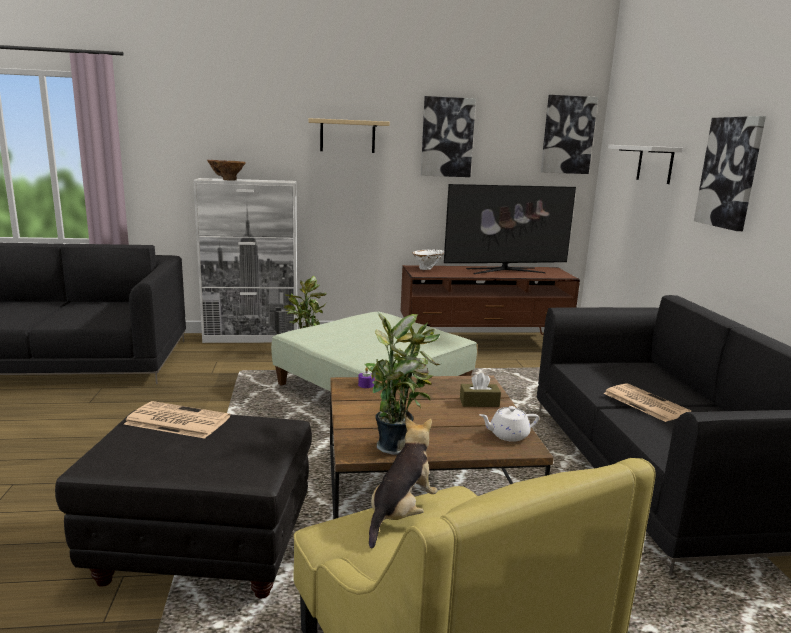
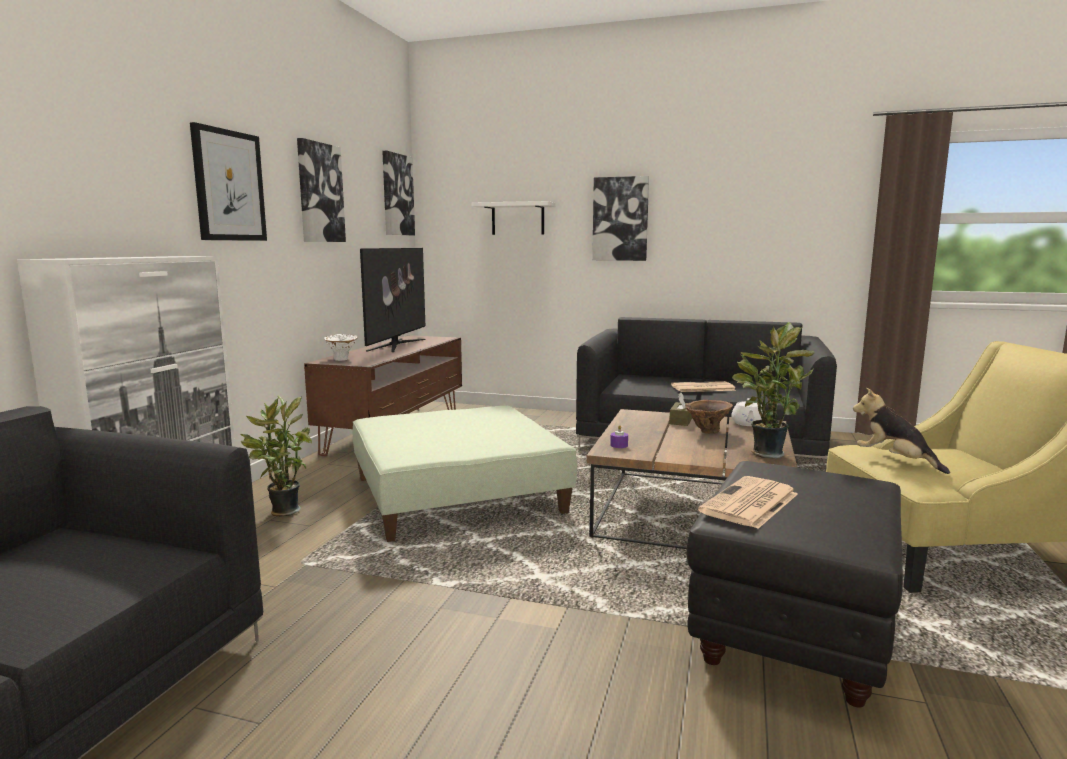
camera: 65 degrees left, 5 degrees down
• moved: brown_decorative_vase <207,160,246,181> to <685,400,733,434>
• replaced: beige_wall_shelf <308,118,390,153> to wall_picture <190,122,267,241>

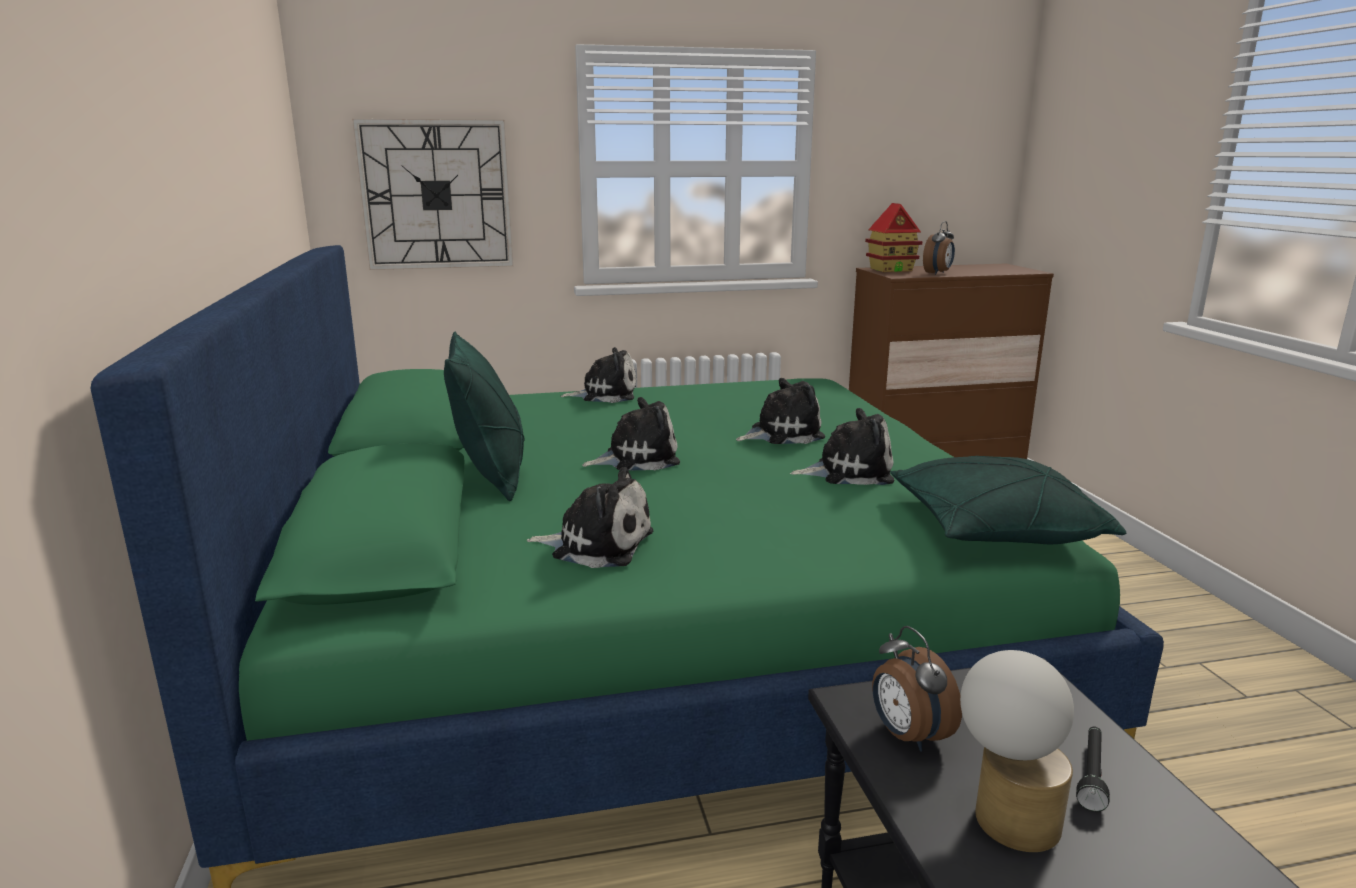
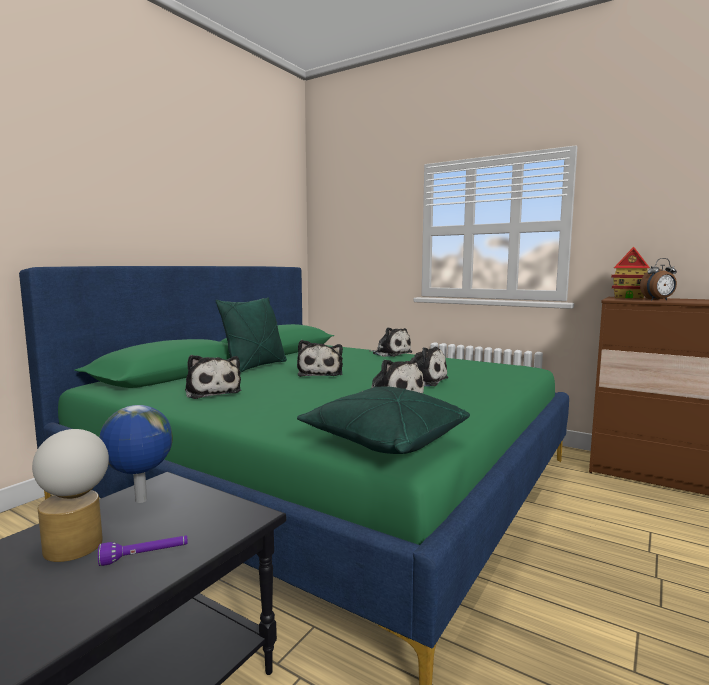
camera: 45 degrees right, 10 degrees down
• removed: hanging_clock <352,119,513,270>
• turned: cuddly_toy <582,397,680,471> = <297,340,343,377> 60 degrees clockwise
• replaced: bedside_clock <872,626,962,752> to desk_globe <99,405,173,503>
• recoloured: black_flashlight <1076,726,1110,812> to purplish_flashlight <98,536,188,566>

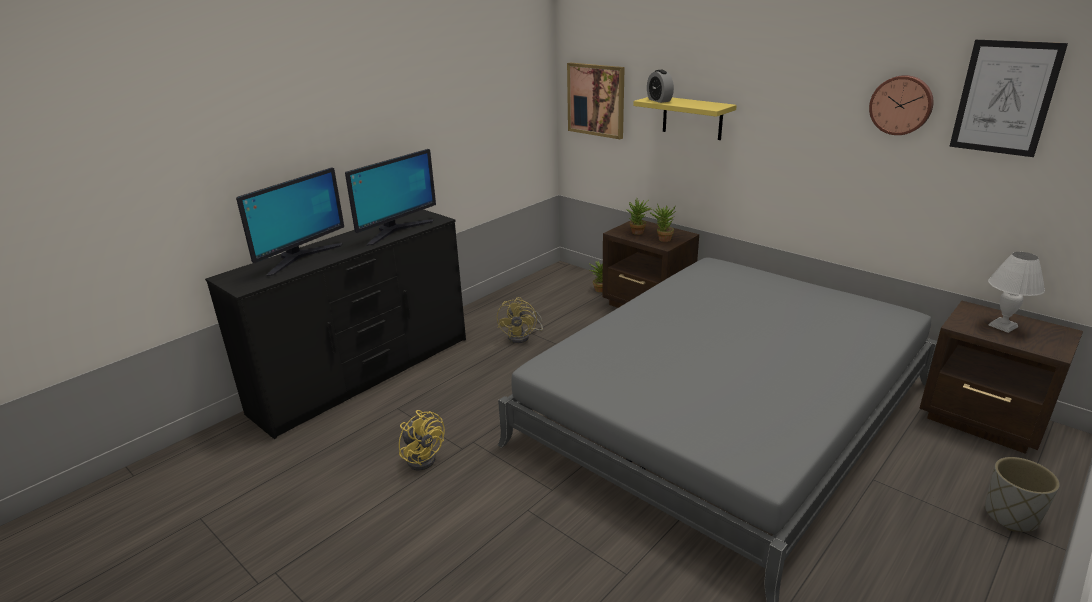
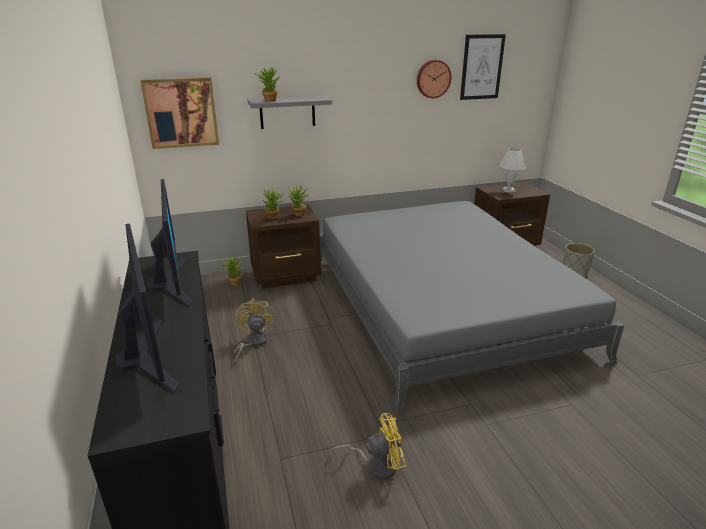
camera: 60 degrees left, 0 degrees up
• turned: yellow-coloured_electric_fan <497,297,543,343> = <234,298,275,363> 135 degrees counterclockwise
• recoloured: yellow-coloured_wall_shelf <633,97,737,140> to gray_wall_shelf <247,96,332,129>
• replaced: bedside_clock <647,70,674,103> to potted_plant <254,67,280,102>

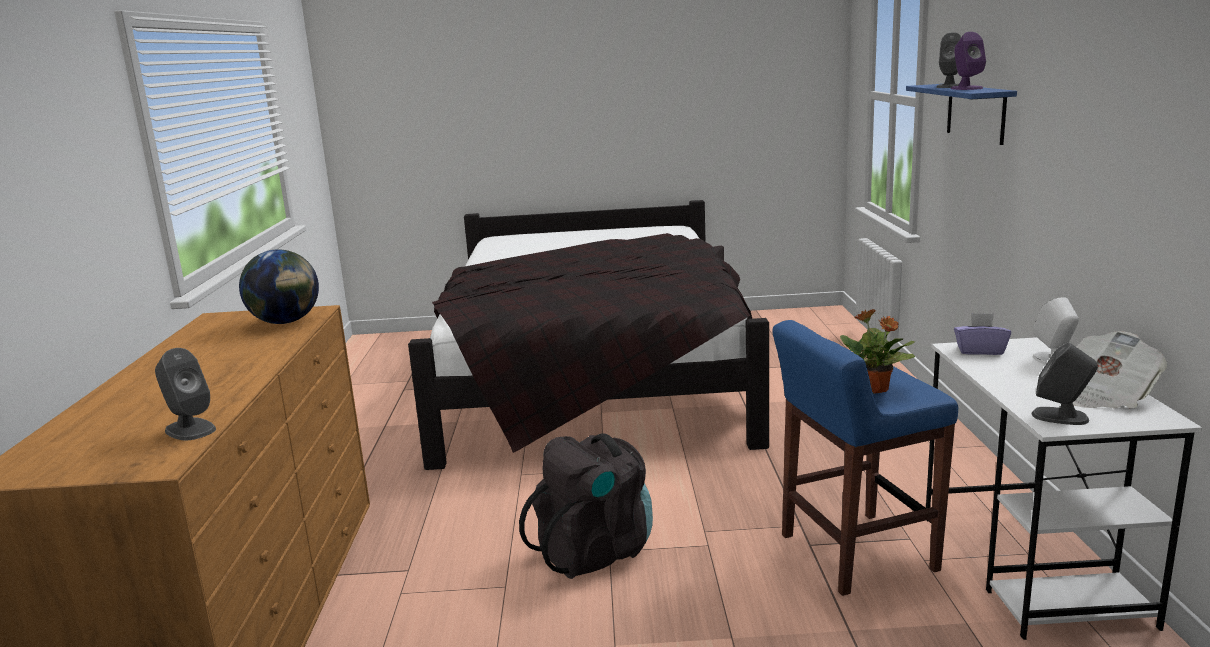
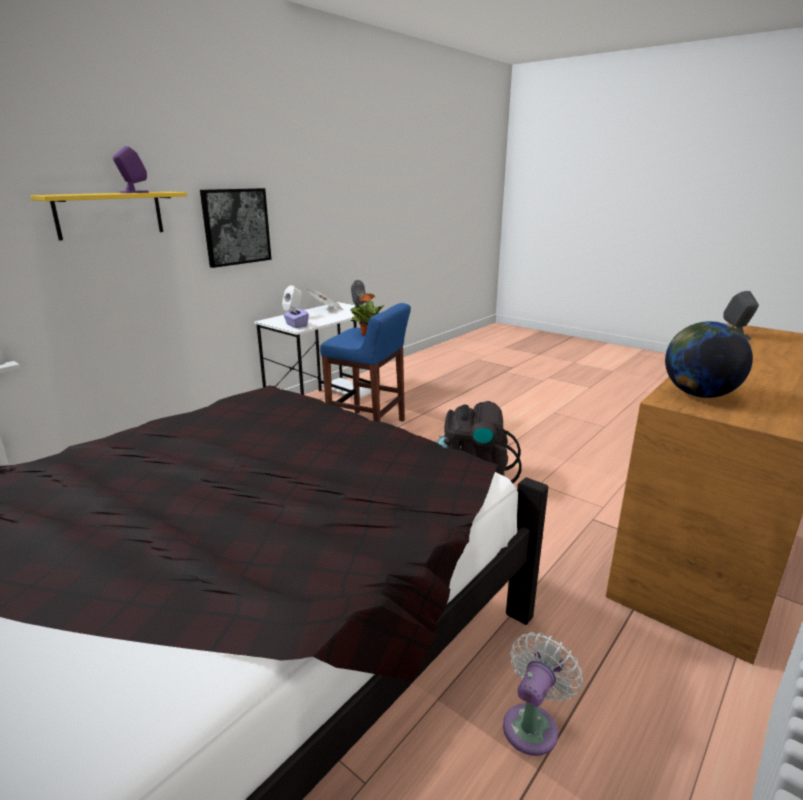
camera: 140 degrees left, 5 degrees up
• recoloured: blue-coloured_wall_shelf <906,84,1017,145> to yellow-coloured_wall_shelf <30,192,187,241>
• removed: gray_speaker <936,32,961,88>
• added: wall_picture <200,188,272,268>
• added: whitish_electric_fan <503,632,583,756>

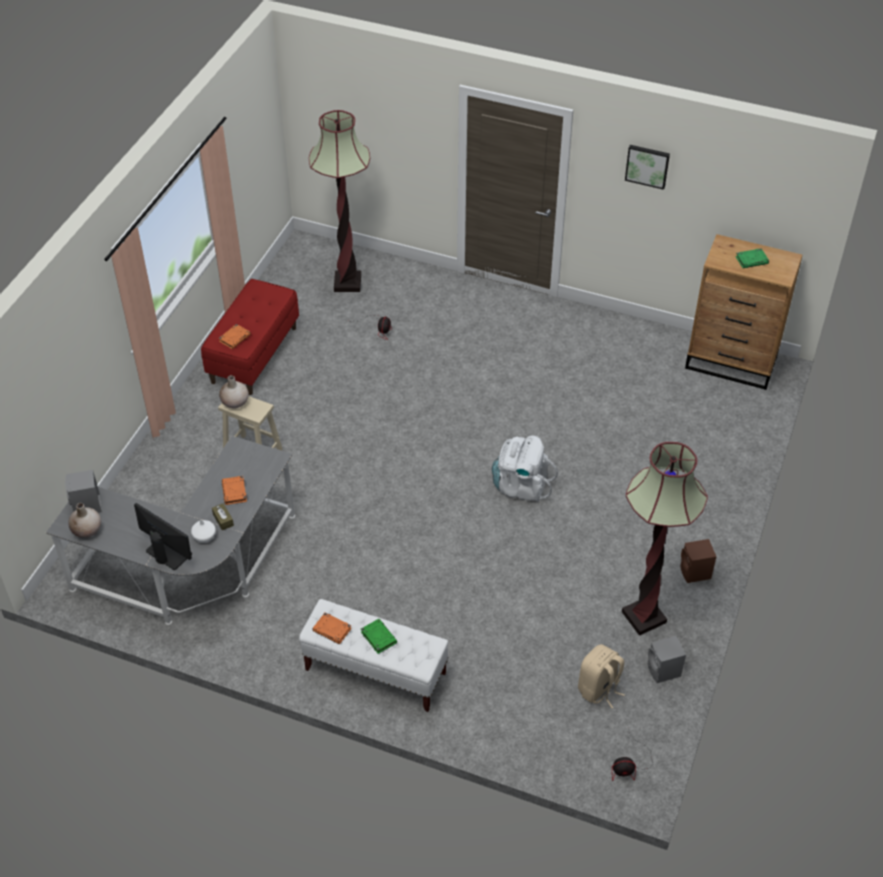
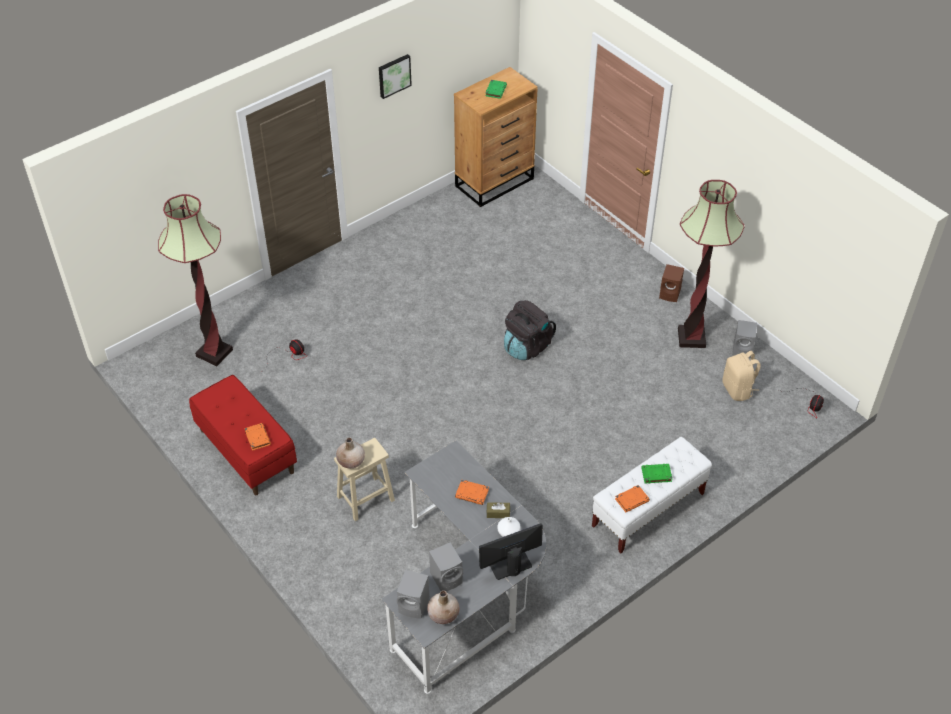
camera: 60 degrees left, 0 degrees up
• recoloured: whitish_knapsack <492,436,558,502> to black_knapsack <504,300,556,360>
• added: gray_speaker <429,543,463,591>

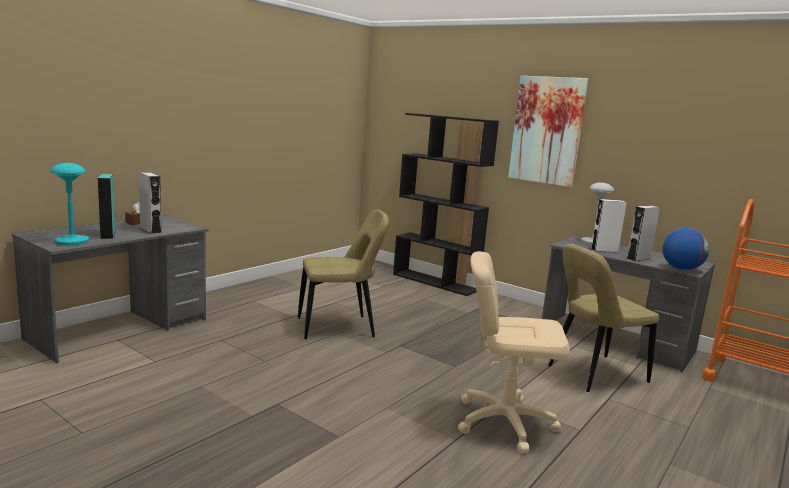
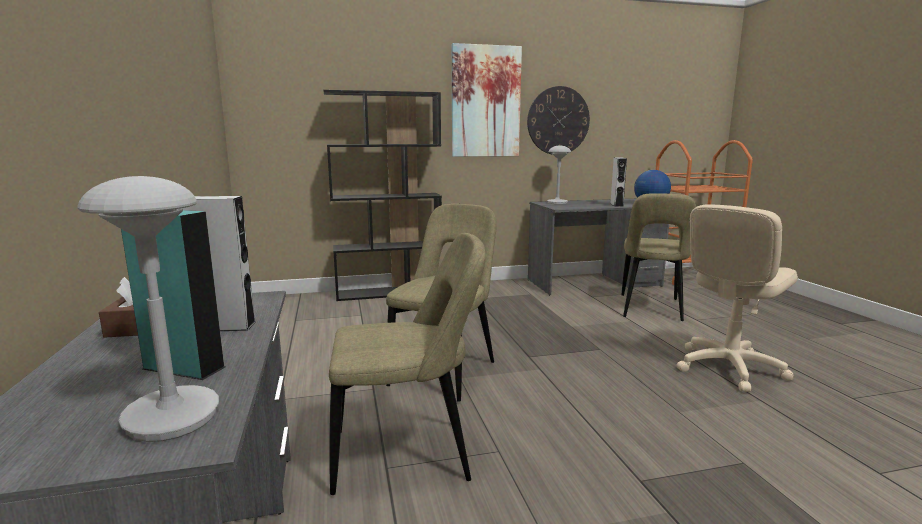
camera: 50 degrees left, 0 degrees up
• recoloured: turquoise-coloured_table_lamp <50,163,89,245> to gray_table_lamp <77,176,219,442>
• removed: whitish_speaker <592,199,627,253>
• added: beige_upright_chair <329,233,486,495>
• added: hanging_clock <527,86,590,155>

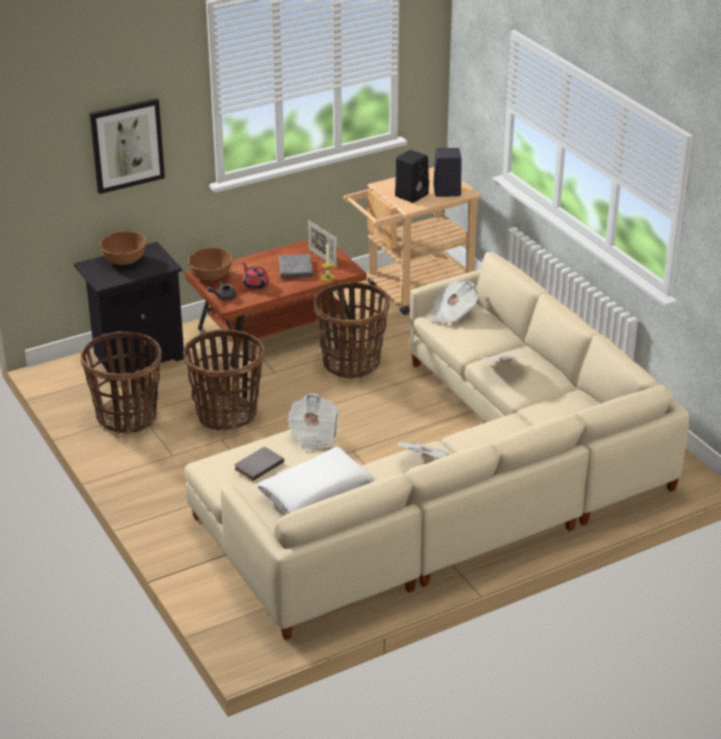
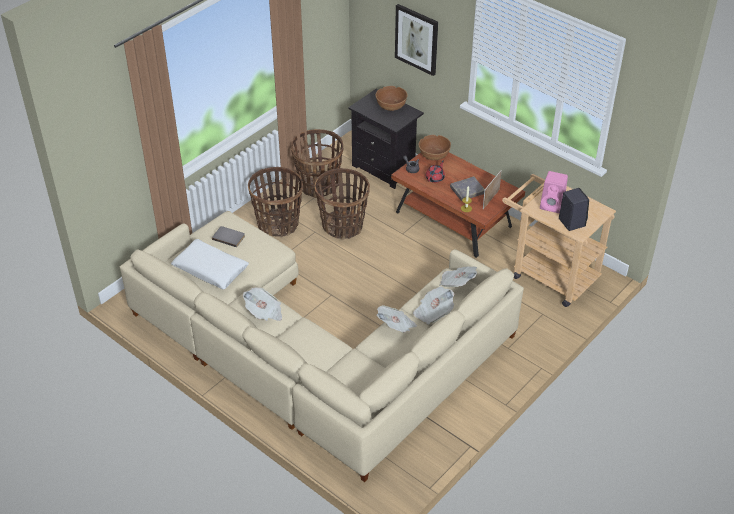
camera: 70 degrees right, 10 degrees up
• moved: daily_paper <287,393,340,451> to <413,286,454,325>
• moved: household_basket <314,282,390,379> to <248,167,303,237>
• recoloured: black_speaker <395,150,429,203> to pinkish_speaker <540,171,568,213>

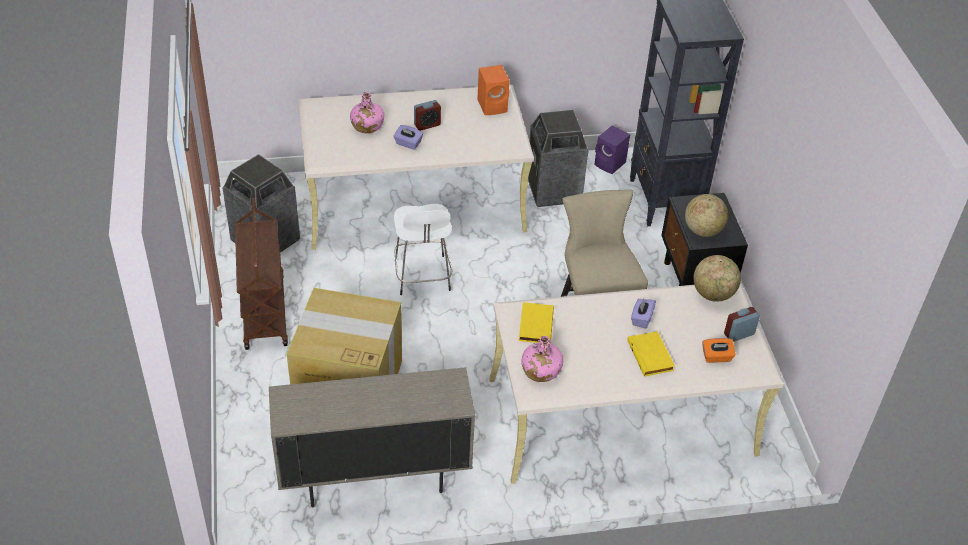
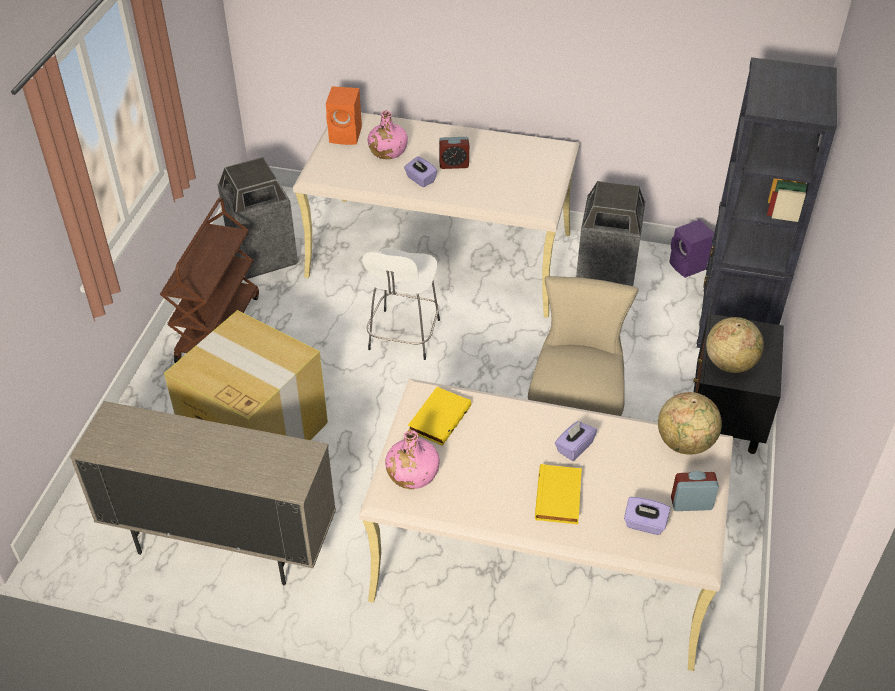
camera: 25 degrees right, 0 degrees up
• moved: orange-coloured_speaker <477,65,510,115> to <326,86,362,145>
• recoloured: orange-coloured_box_of_tissues <702,338,736,363> to purplish_box_of_tissues <624,497,670,535>

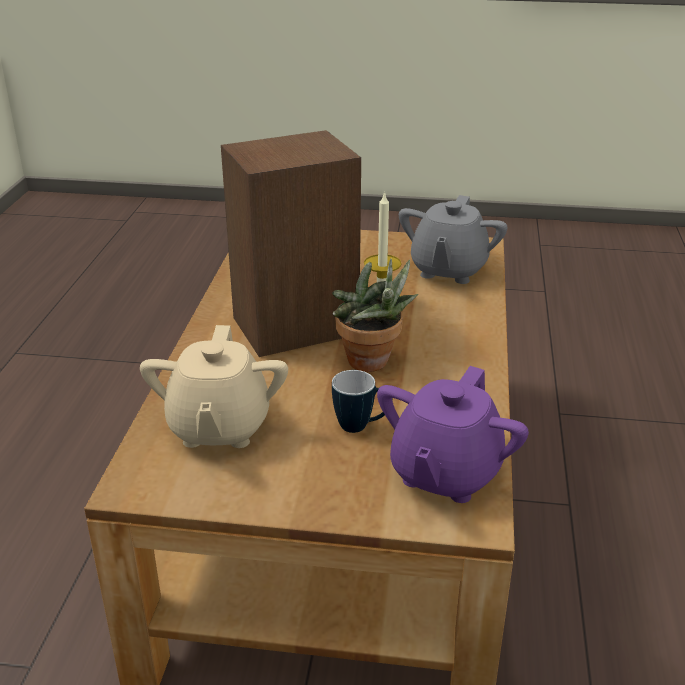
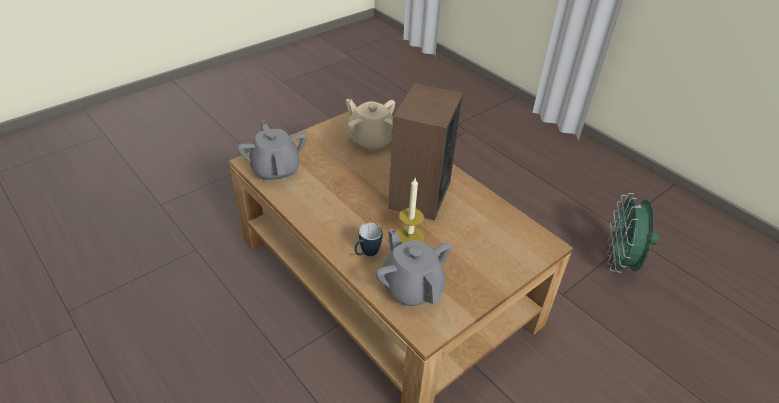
camera: 130 degrees right, 10 degrees up
• removed: potted_plant <332,259,418,372>
• moved: mug <332,370,385,433> to <355,223,383,256>
• recoloured: purplish_tea_pot <377,366,529,503> to gray_tea_pot <237,120,307,182>
• added: greenish_electric_fan <607,193,659,273>

